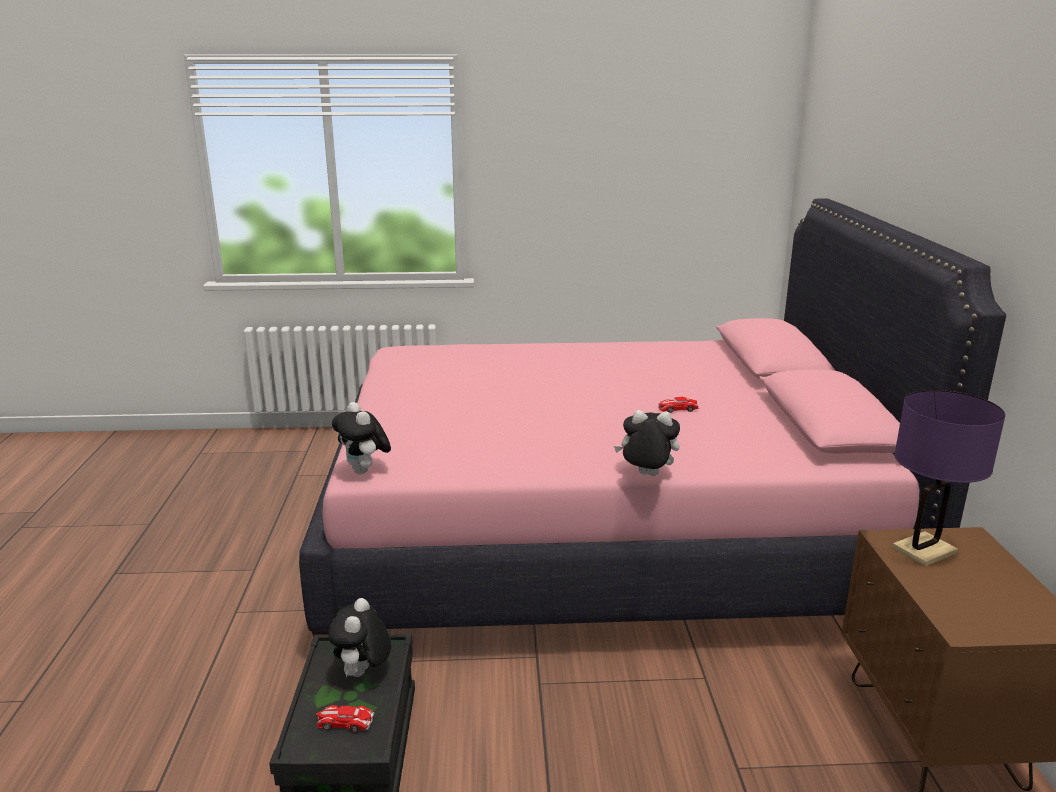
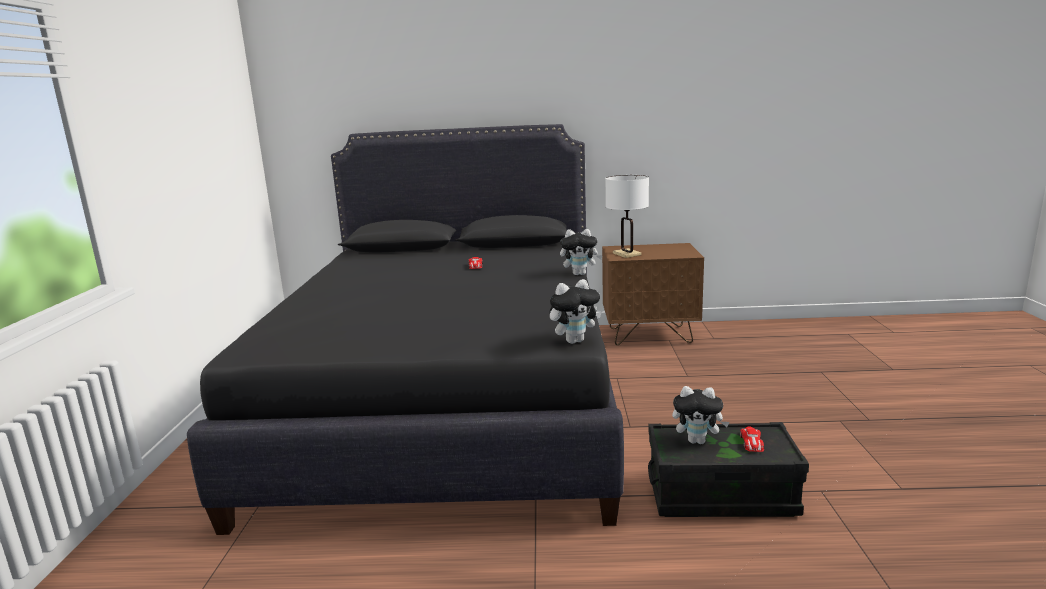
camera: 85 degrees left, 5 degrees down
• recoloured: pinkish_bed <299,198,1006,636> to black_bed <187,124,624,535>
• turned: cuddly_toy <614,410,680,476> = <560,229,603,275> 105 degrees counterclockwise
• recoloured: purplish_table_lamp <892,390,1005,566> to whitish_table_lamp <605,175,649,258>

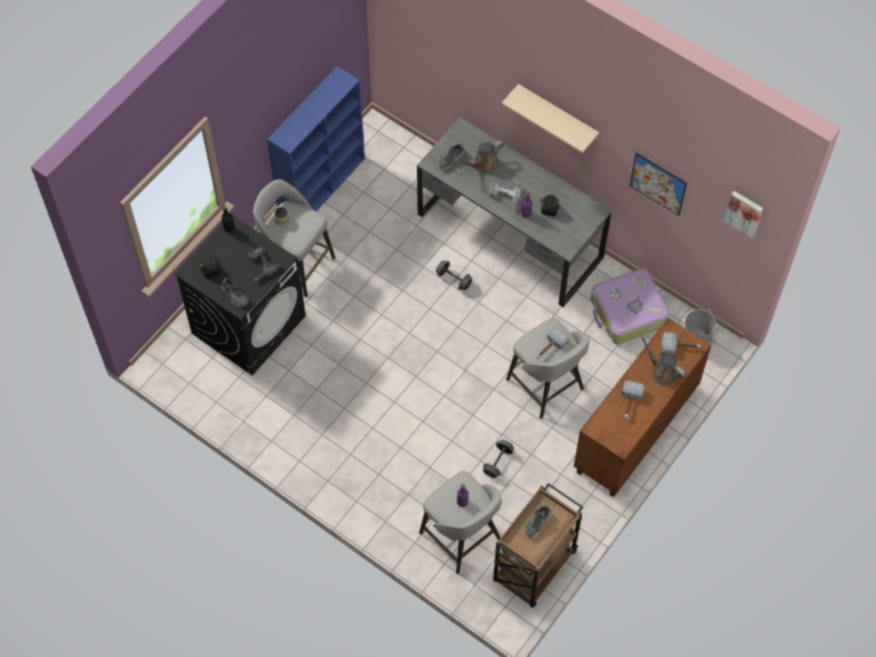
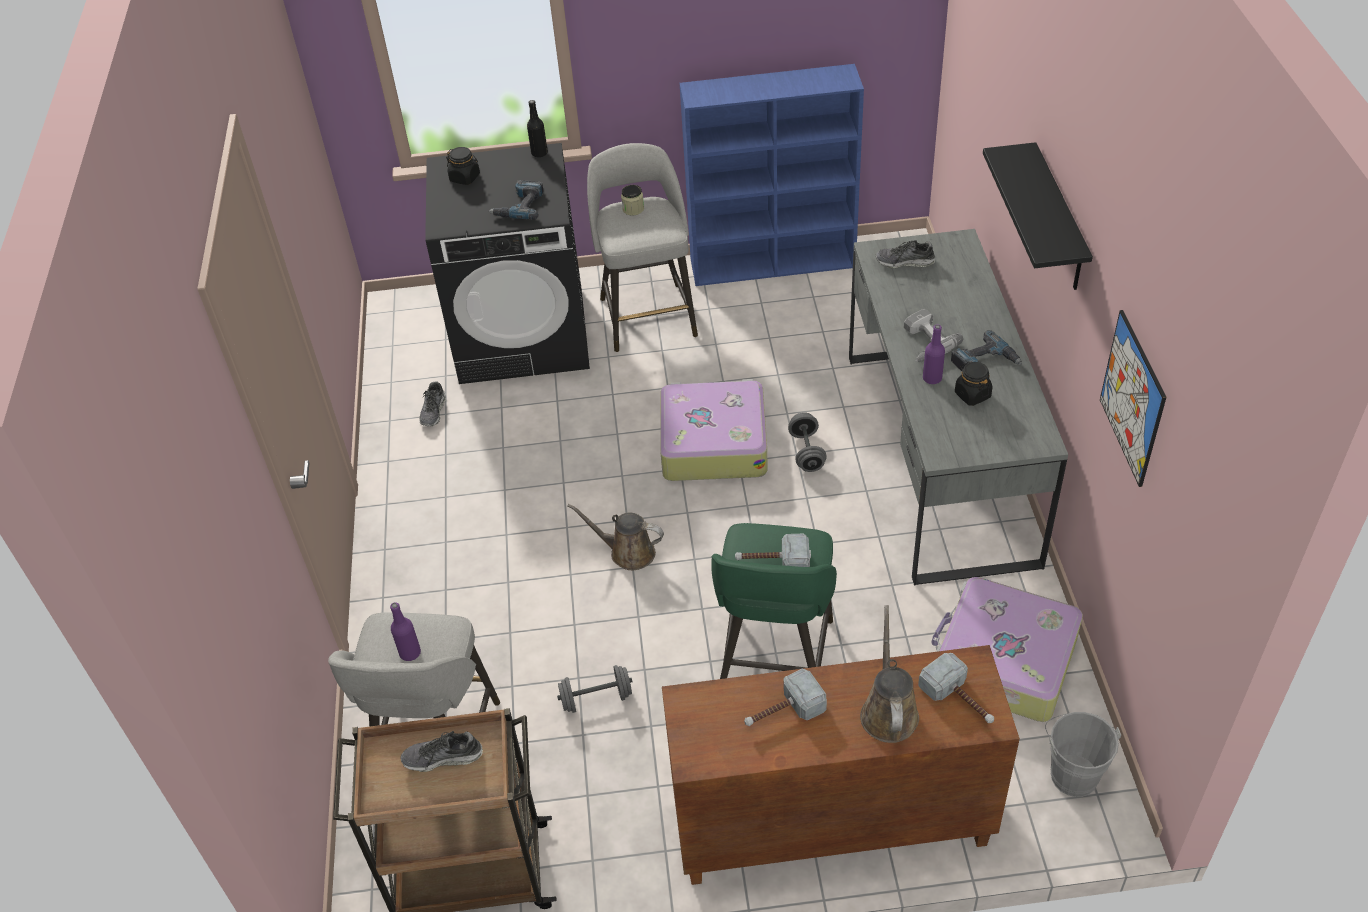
camera: 50 degrees right, 15 degrees down
• moved: low_shoe <221,278,248,307> to <420,381,446,426>
• moved: brown_watering_can <455,141,504,173> to <568,504,664,570>
• recoloured: beige_wall_shelf <502,84,599,154> to black_wall_shelf <983,142,1093,290>
• recoloured: gray_stool_seat <506,318,590,419> to greenish_stool_seat <711,523,837,679>
• removed: wall_picture <724,191,763,238>
• added: travel_case <660,379,768,481>
• added: drill <951,330,1022,371>

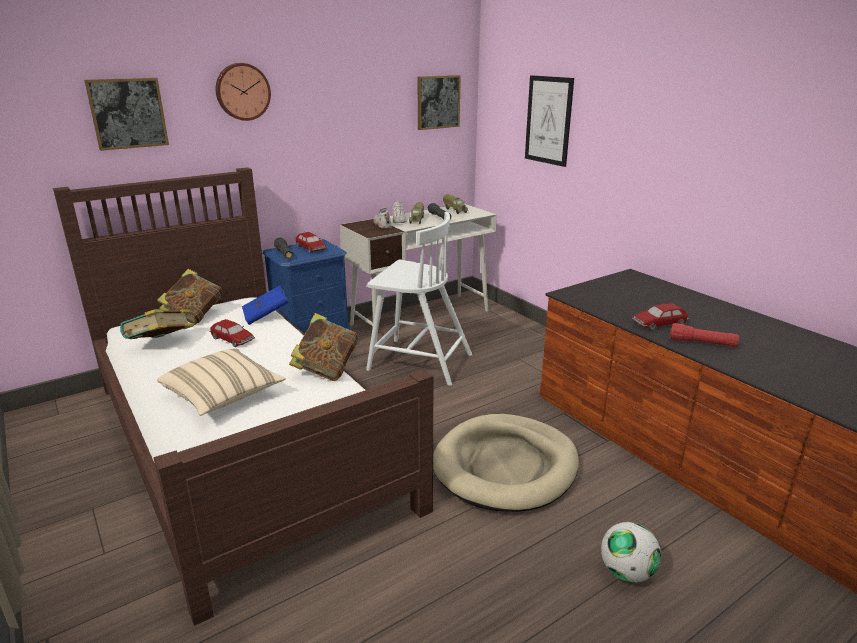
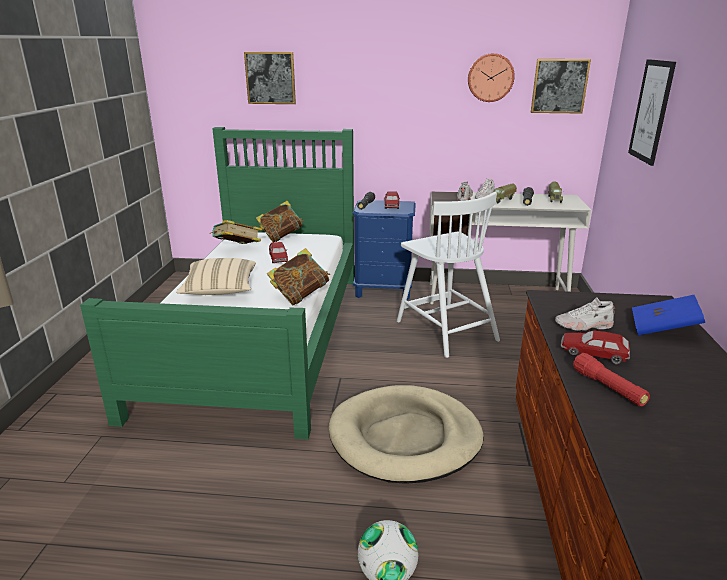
camera: 40 degrees right, 0 degrees up
• recoloured: brown_bed <53,167,433,626> to greenish_bed <80,127,354,440>
• moved: hanging_clock <216,63,271,121> to <468,53,515,102>
• moved: blue-coloured_book <242,285,288,325> to <632,295,705,335>
• added: whitish_low_shoe <555,297,615,331>

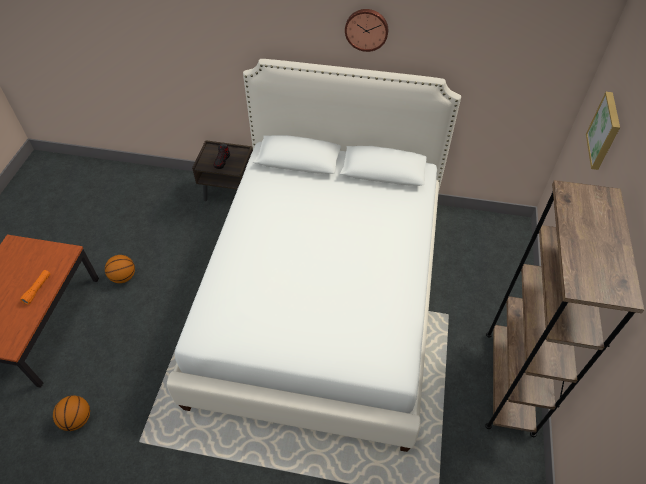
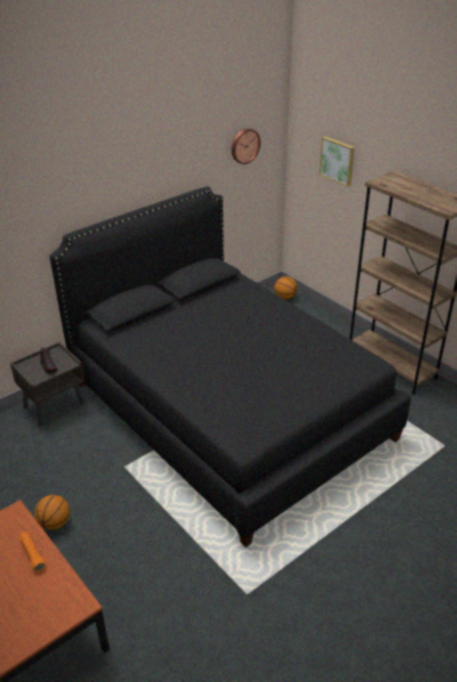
camera: 50 degrees left, 15 degrees down
• moved: basketball_ball <53,395,90,431> to <274,276,297,300>
• recoloured: whitish_bed <167,59,461,452> to black_bed <50,186,411,547>
• moved: hanging_clock <345,9,388,52> to <231,128,261,164>

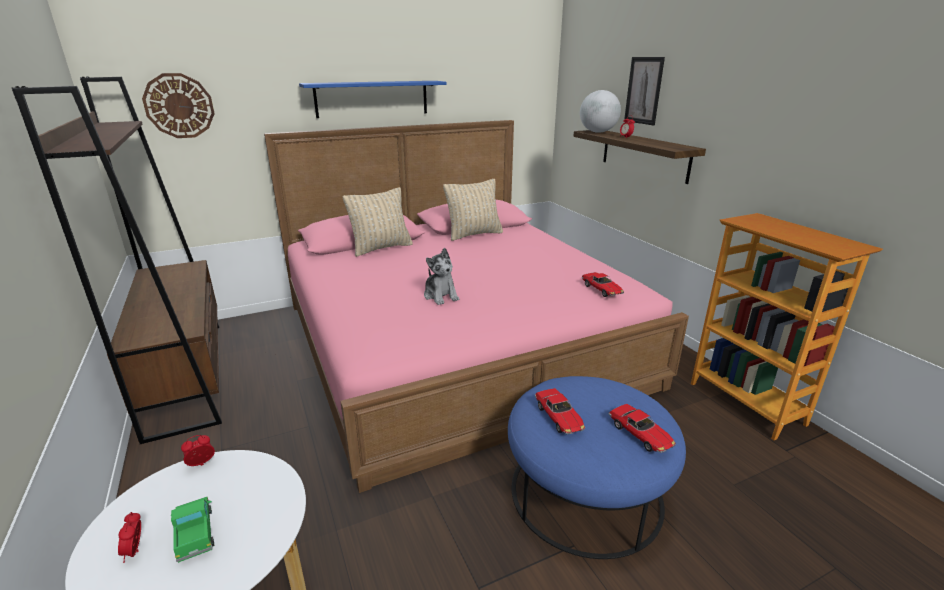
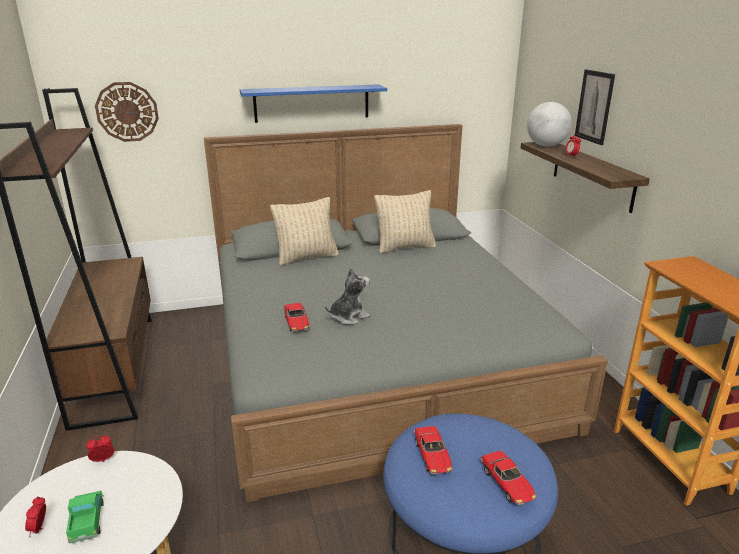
camera: 10 degrees right, 0 degrees up
• recoloured: pinkish_bed <264,120,689,493> to gray_bed <204,124,608,503>
• turned: cuddly_toy <424,248,459,305> = <325,268,370,325> 105 degrees counterclockwise
• moved: model_car <582,272,624,297> to <284,303,309,332>

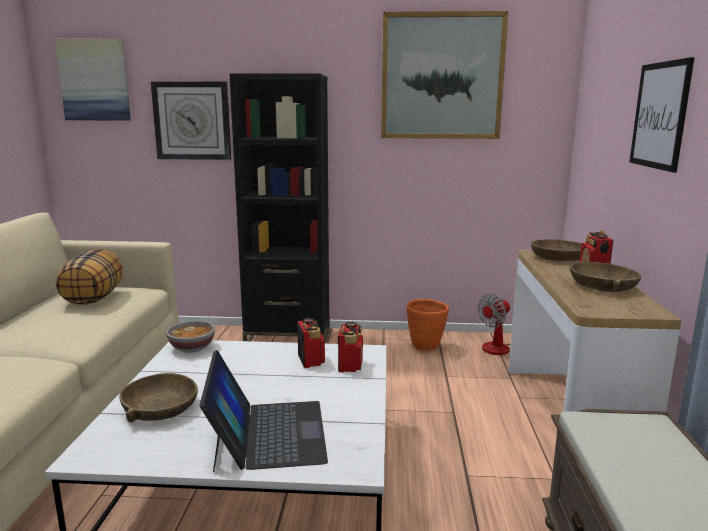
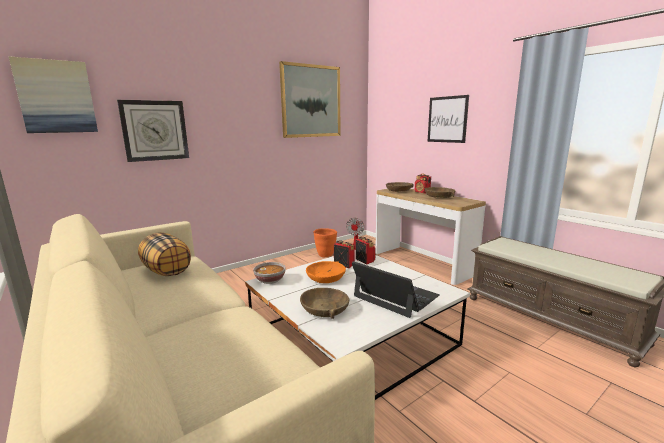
camera: 40 degrees left, 0 degrees up
• removed: black_bookshelf <229,73,330,344>
• added: orange-coloured_bowl <306,261,346,283>

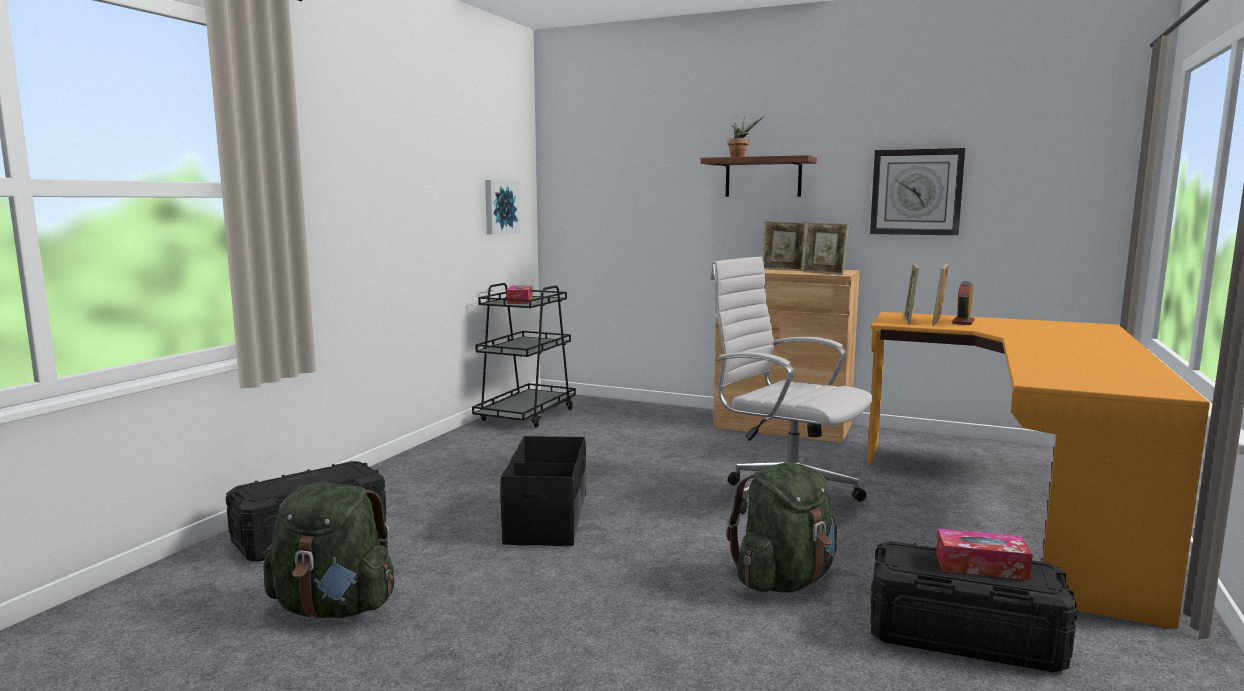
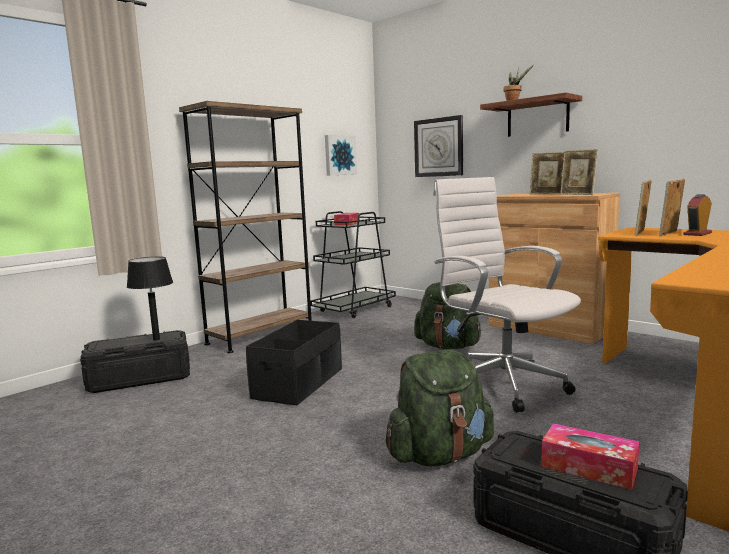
camera: 20 degrees right, 0 degrees up
• moved: greenish_knapsack <263,483,394,618> to <414,282,482,349>
• moved: hanging_clock <870,148,965,236> to <414,115,463,177>
• added: black_table_lamp <127,257,173,341>
• added: brown_bookshelf <179,101,312,353>

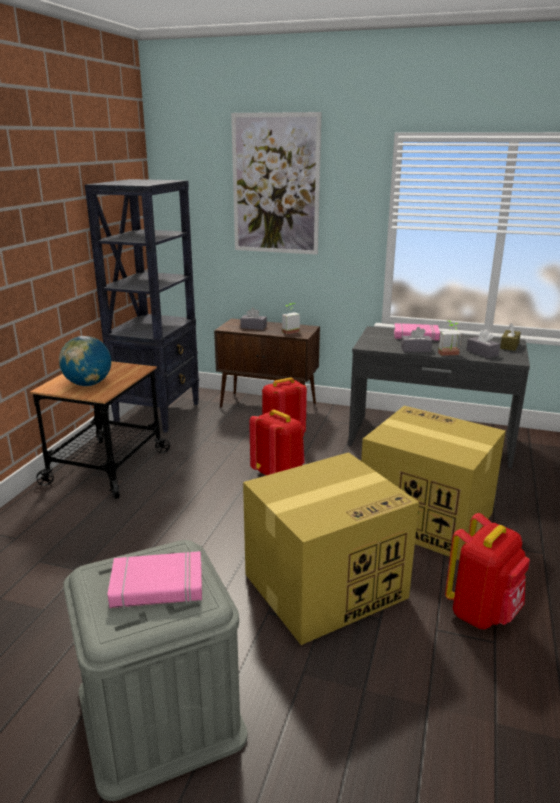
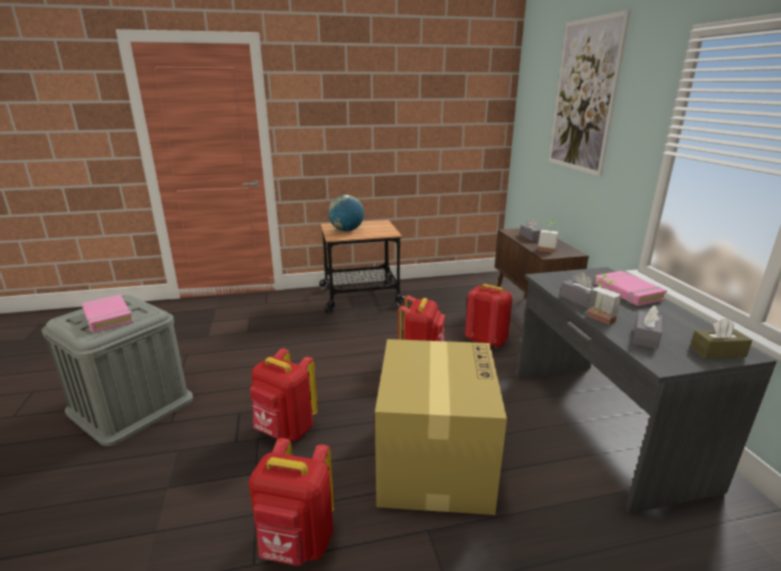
camera: 60 degrees right, 0 degrees up
• removed: black_bookshelf <85,179,199,433>
• replaced: cardboard_box <243,452,419,645> to red-coloured_knapsack <250,348,318,441>

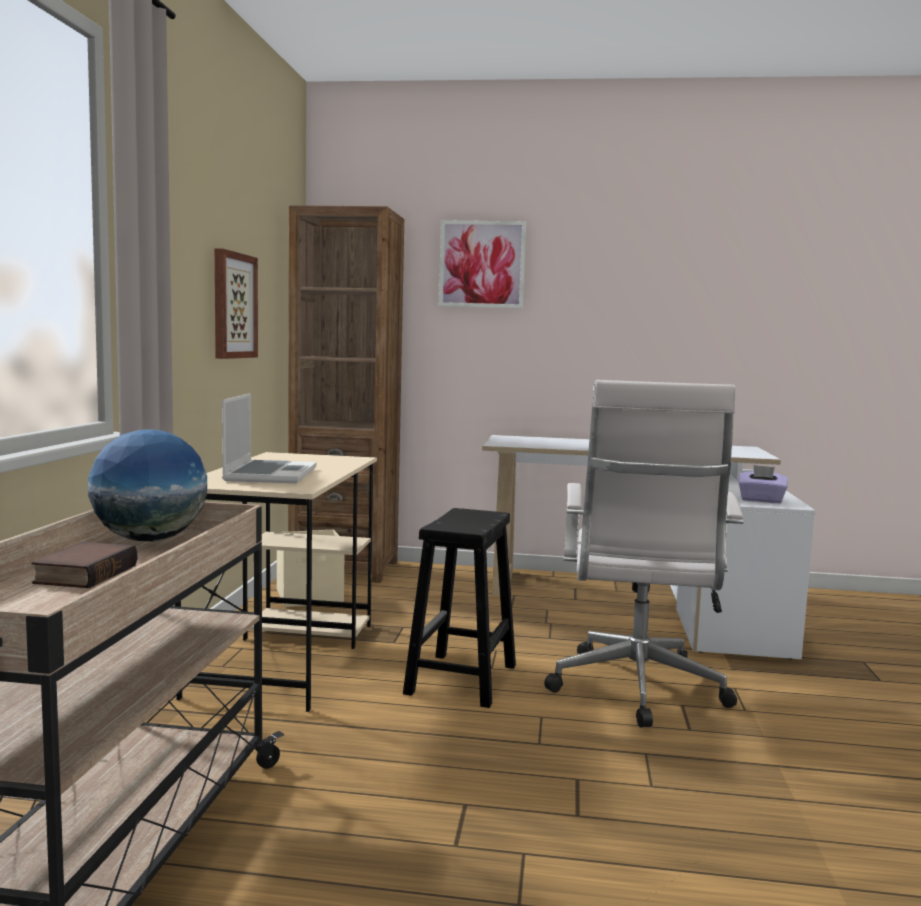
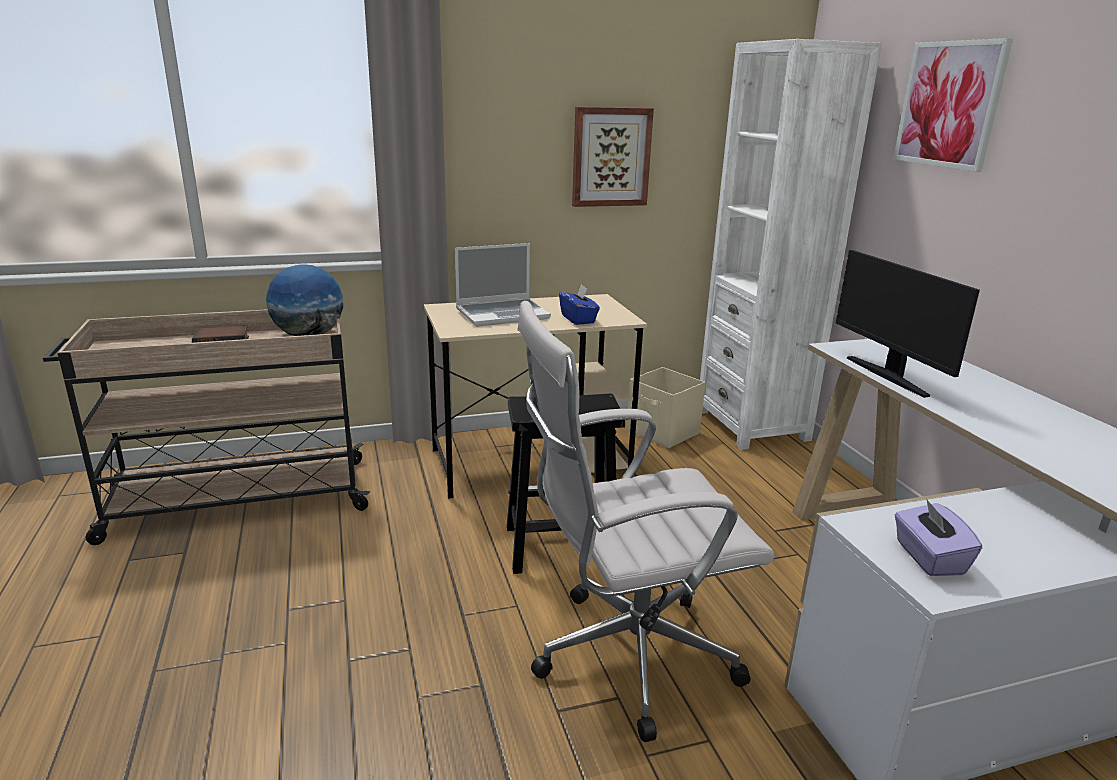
camera: 65 degrees right, 15 degrees up
• recoloured: brown_bookshelf <288,205,404,583> to whitish_bookshelf <700,39,882,450>
• added: blue-coloured_box_of_tissues <559,284,600,325>
• added: monitor <836,250,980,398>

